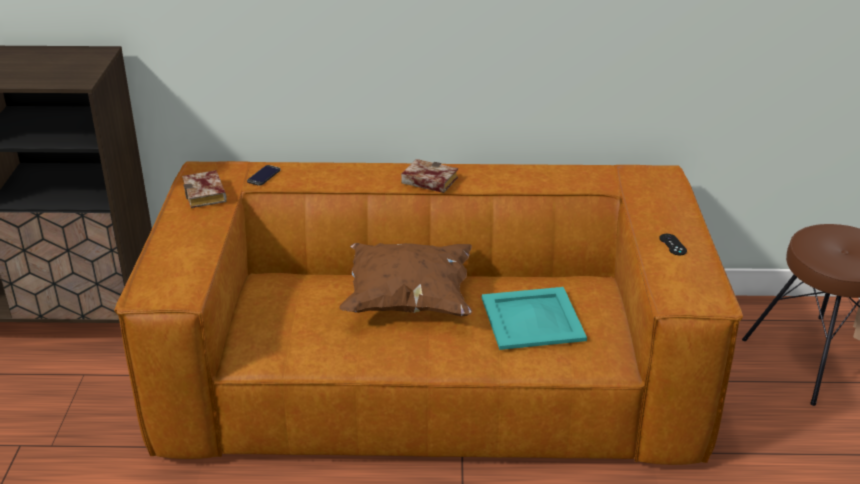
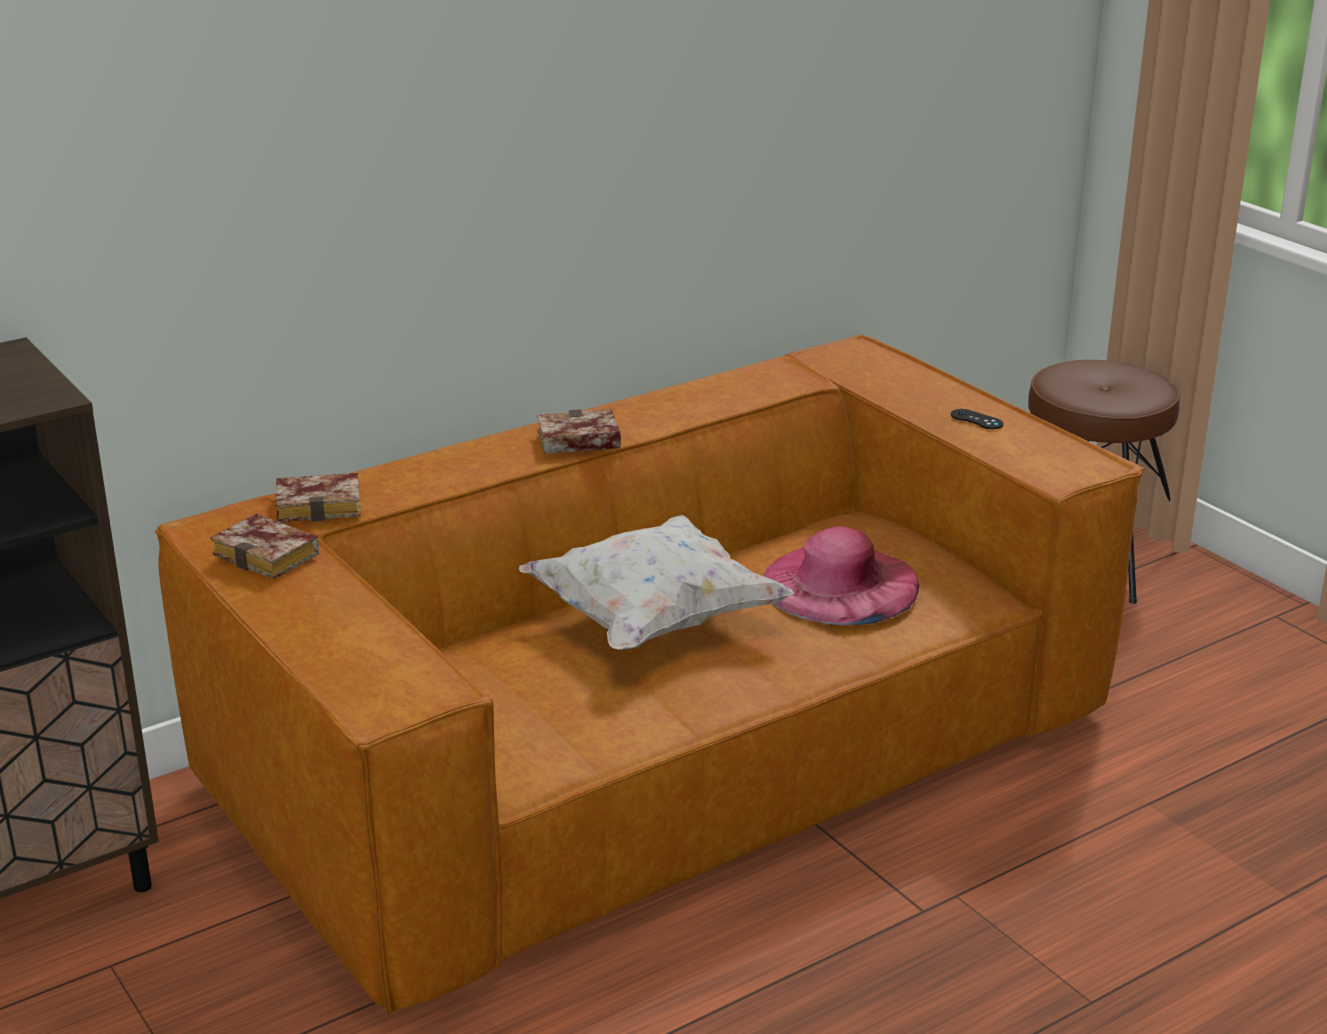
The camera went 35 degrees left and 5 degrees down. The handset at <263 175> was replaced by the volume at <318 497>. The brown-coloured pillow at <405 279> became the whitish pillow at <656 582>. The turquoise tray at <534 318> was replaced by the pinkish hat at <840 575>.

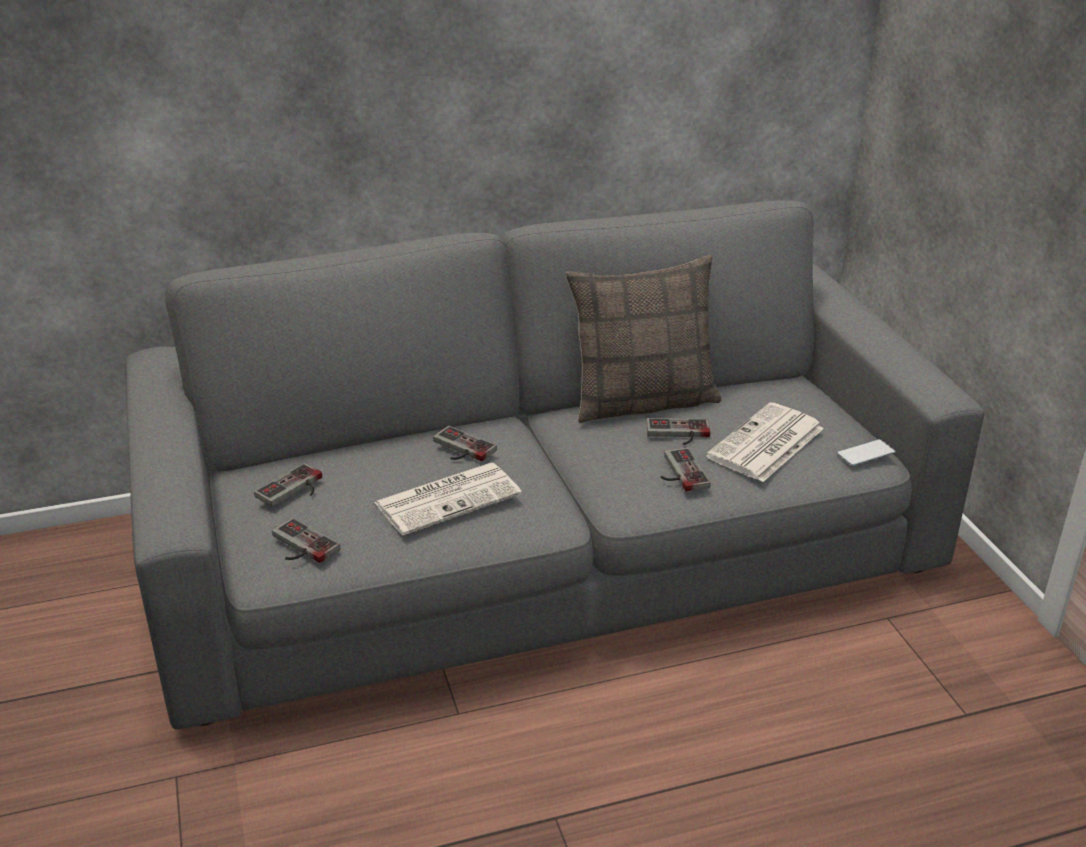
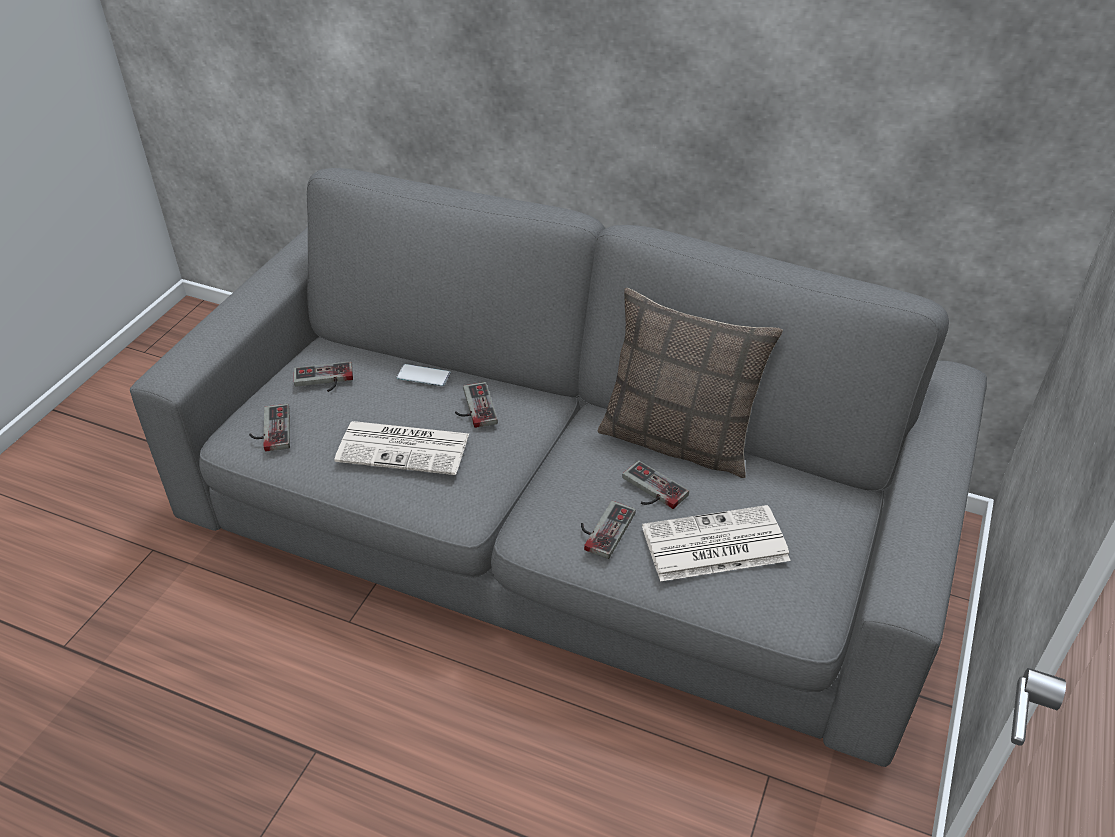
The camera went 40 degrees right and 10 degrees up. The handset moved from <866 452> to <423 375>.

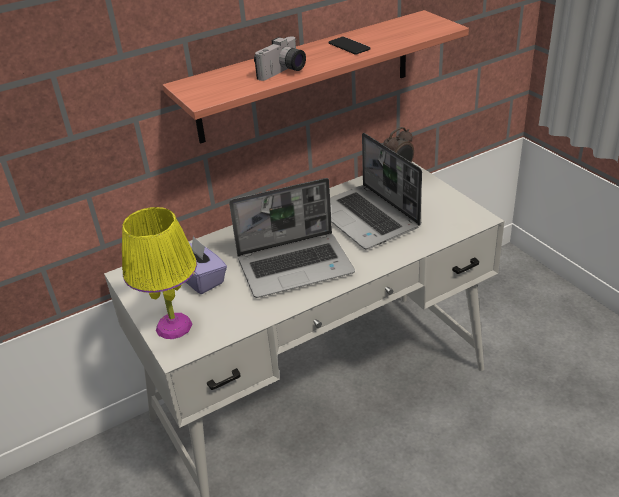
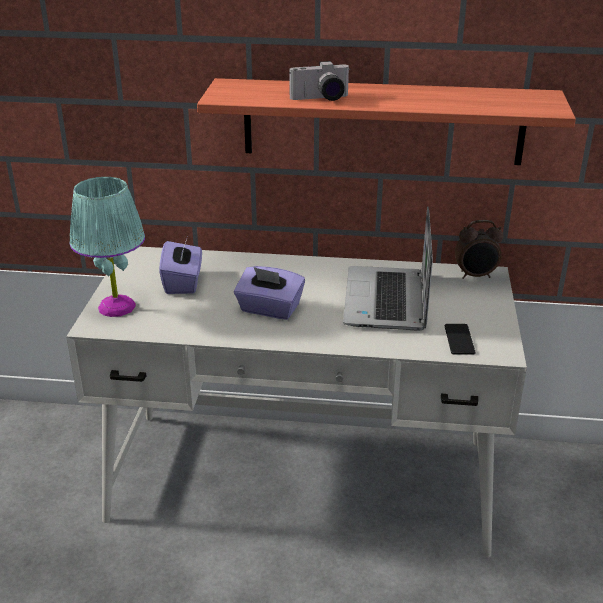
The camera went 35 degrees right and 5 degrees down. The yellow table lamp at <159 273> became the turquoise table lamp at <107 247>. The notebook computer at <292 238> was replaced by the purple-coloured tissue box at <269 293>. The handset moved from <350 46> to <460 339>.

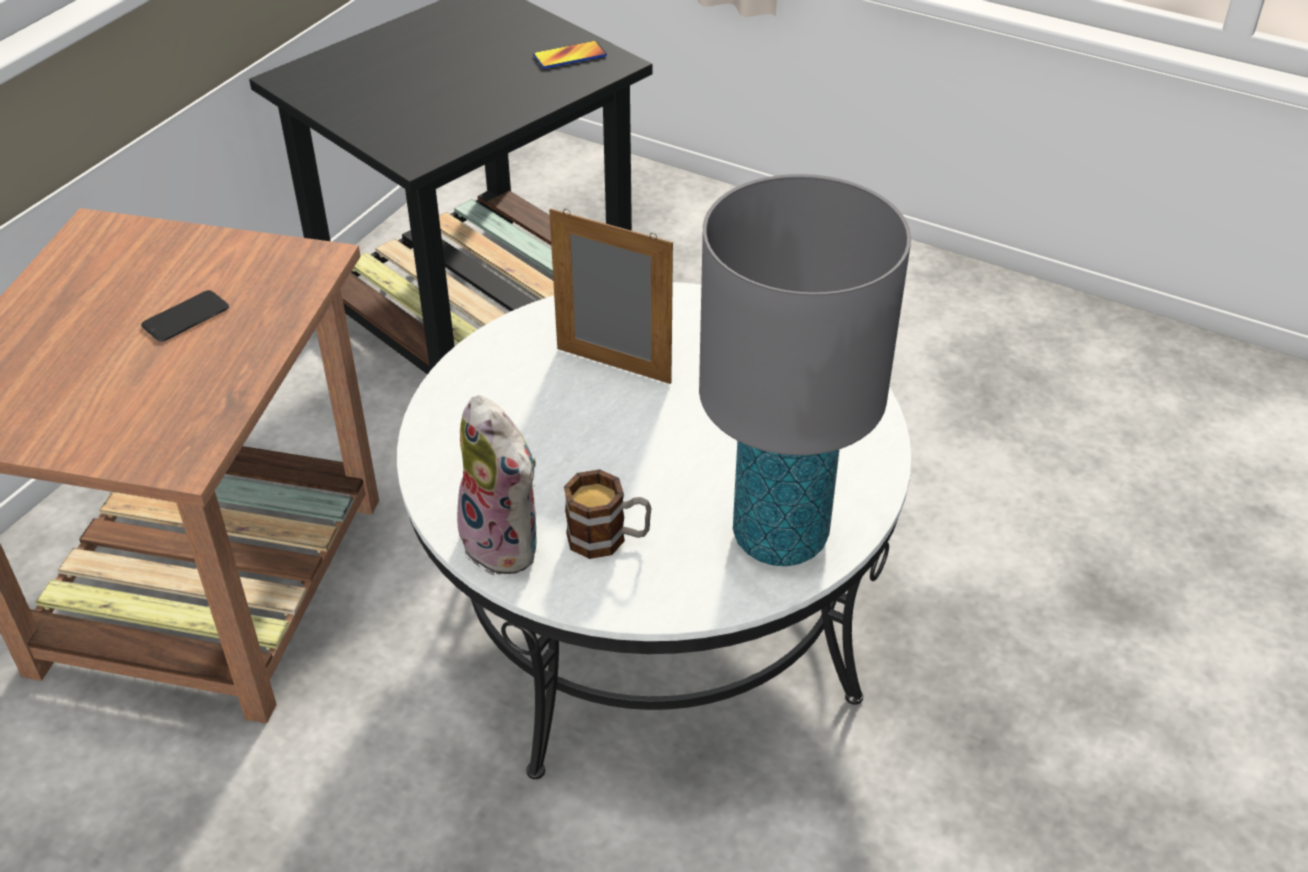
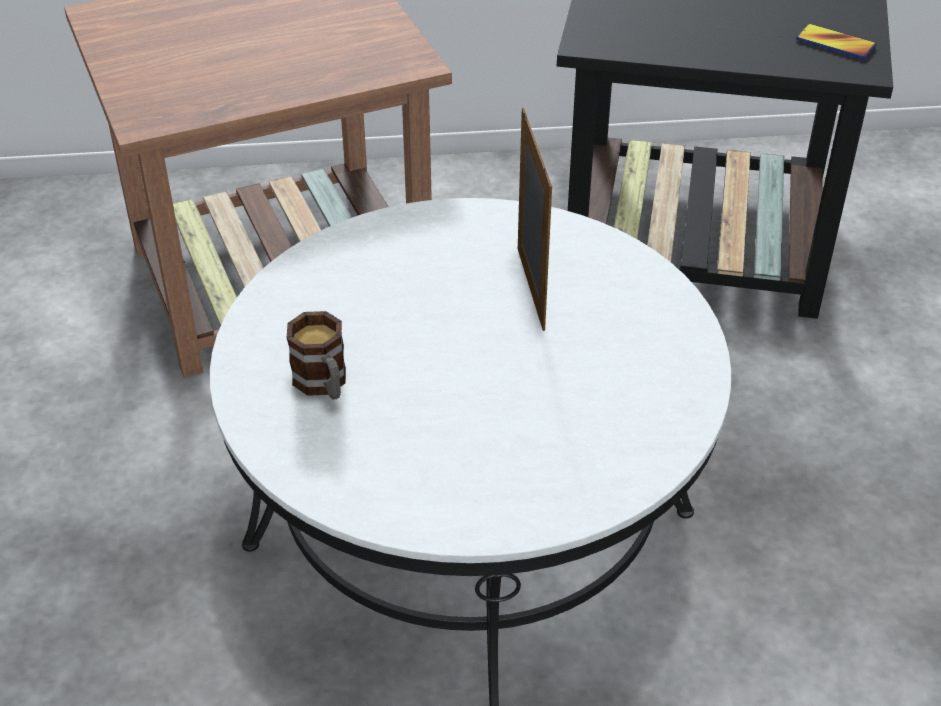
The camera went 55 degrees right and 0 degrees up. The handset at <185 316> disappeared. The cuddly toy at <496 485> disappeared. The grey table lamp at <805 370> disappeared.

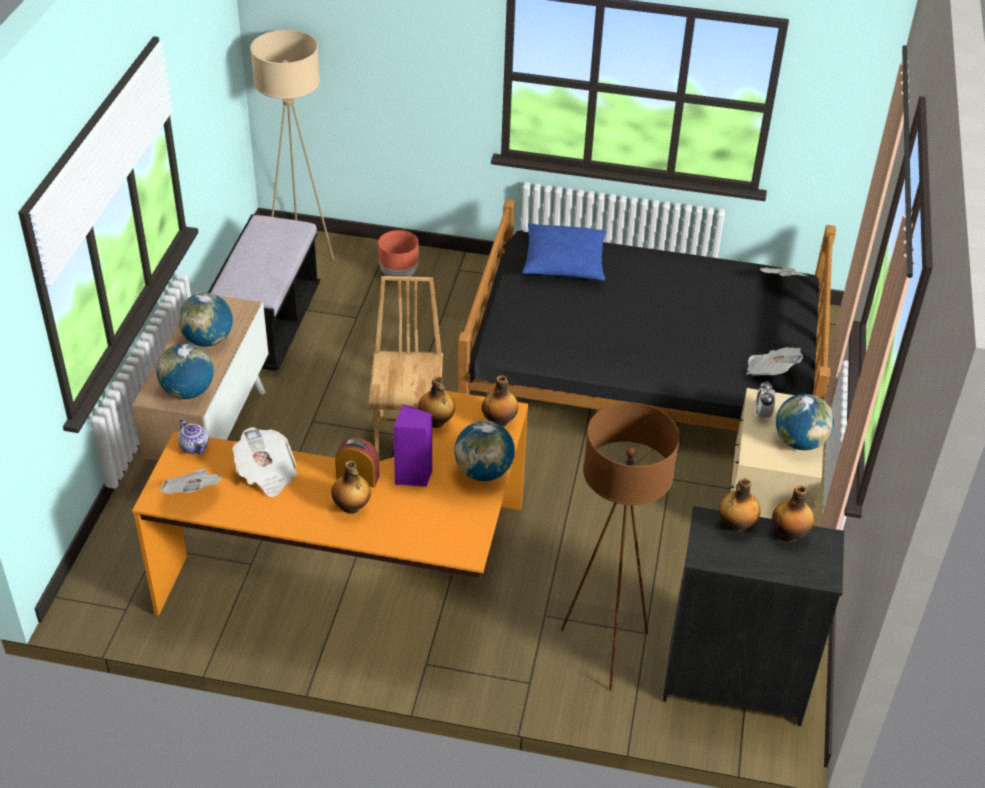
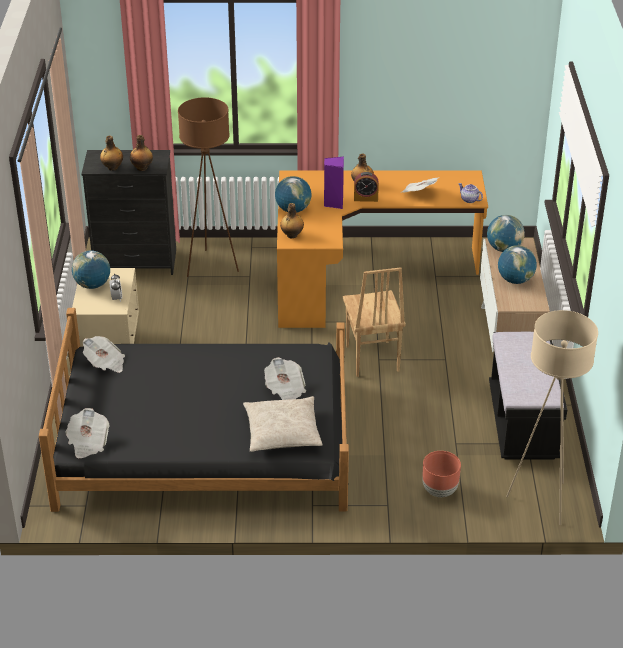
The camera went 170 degrees right and 5 degrees down. The blue pillow at <564 252> became the sand-coloured pillow at <282 424>. The printed paper moved from <191 481> to <285 378>. The beverage bottle at <436 402> disappeared.

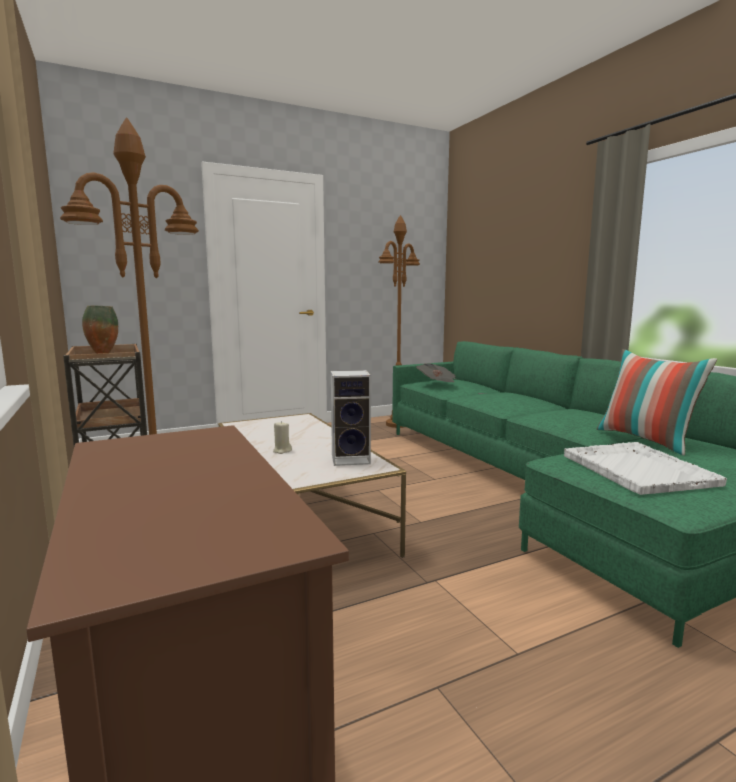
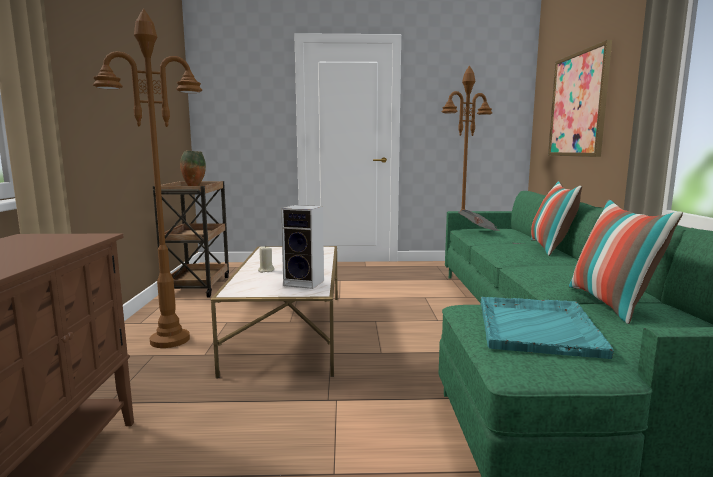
The camera went 25 degrees right and 0 degrees up. The whitish tray at <645 468> became the turquoise tray at <547 328>. The pillow at <556 218> appeared. The picture at <580 98> appeared.

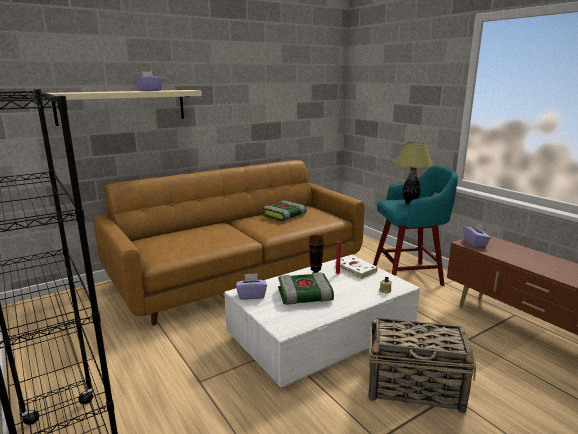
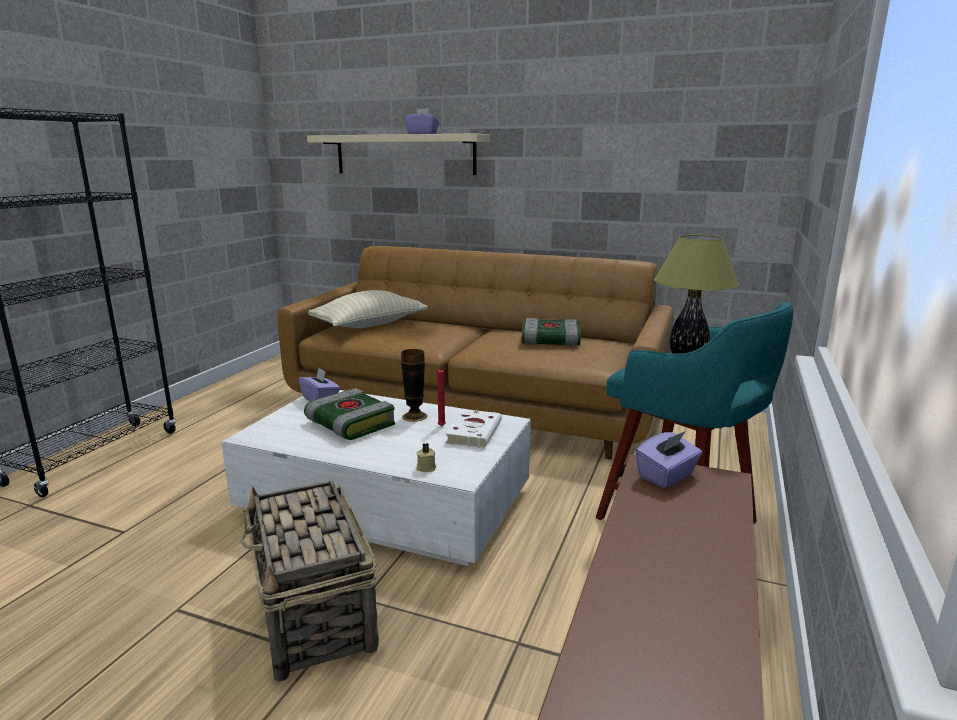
The camera went 55 degrees right and 0 degrees up. The sand-coloured pillow at <368 309> appeared.

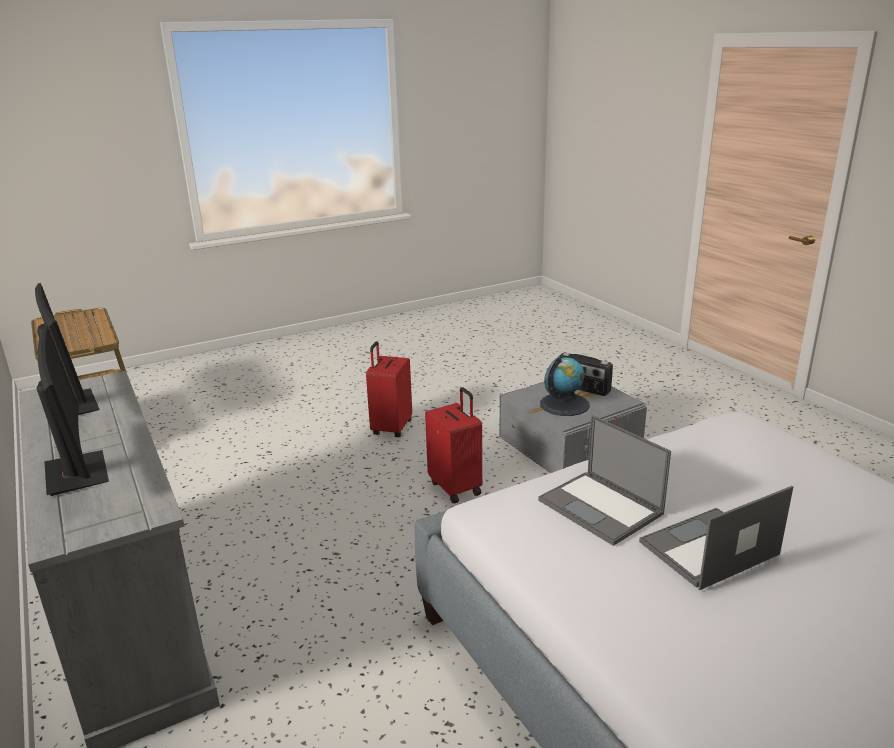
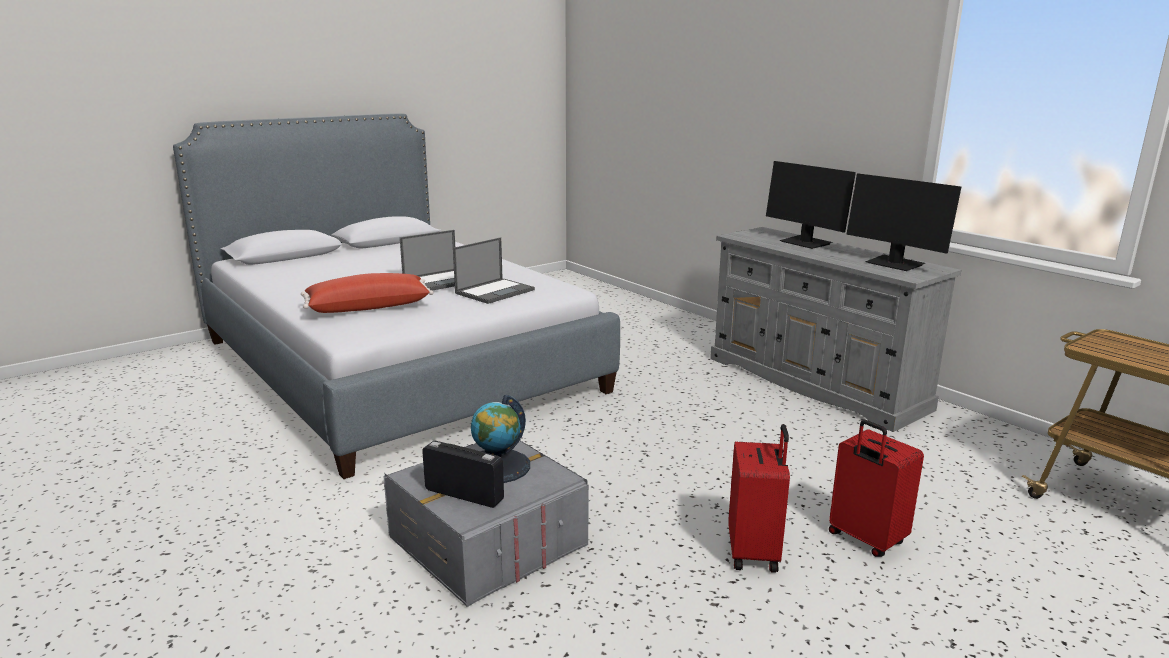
The camera went 170 degrees right and 5 degrees down. The reddish pillow at <367 293> appeared. The notebook computer at <604 480> turned 90 degrees clockwise. The reddish suitcase moved from <453 445> to <876 488>.

